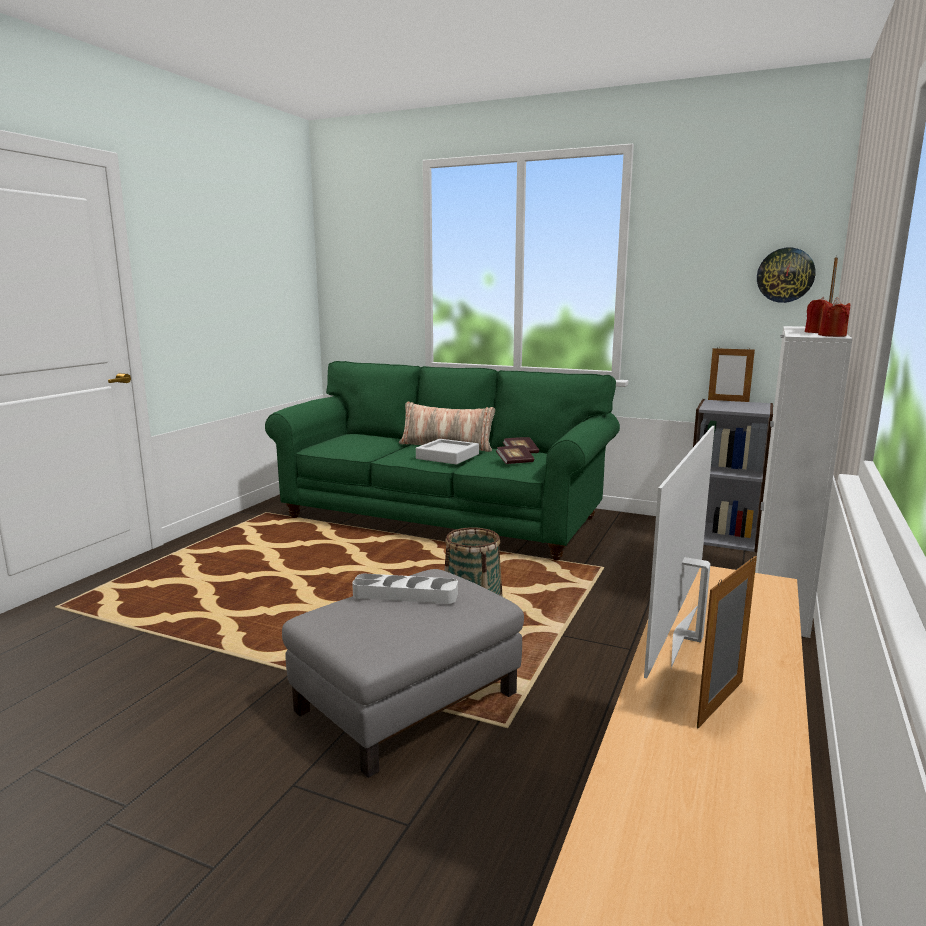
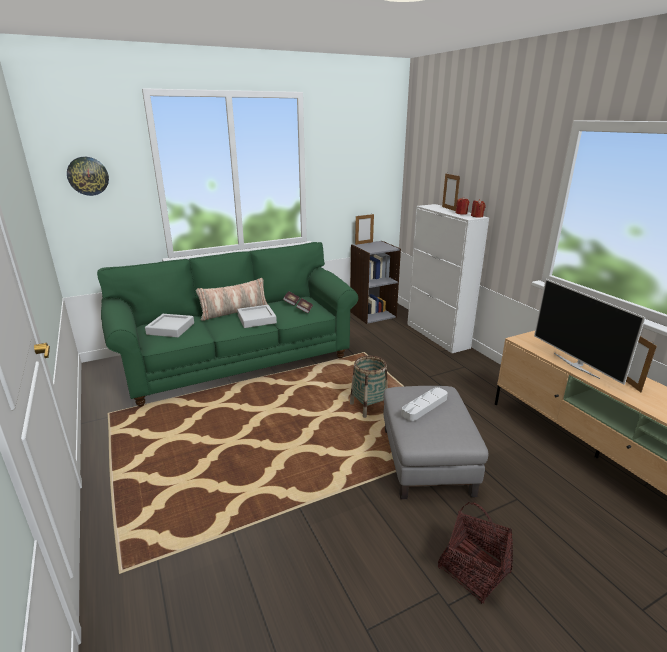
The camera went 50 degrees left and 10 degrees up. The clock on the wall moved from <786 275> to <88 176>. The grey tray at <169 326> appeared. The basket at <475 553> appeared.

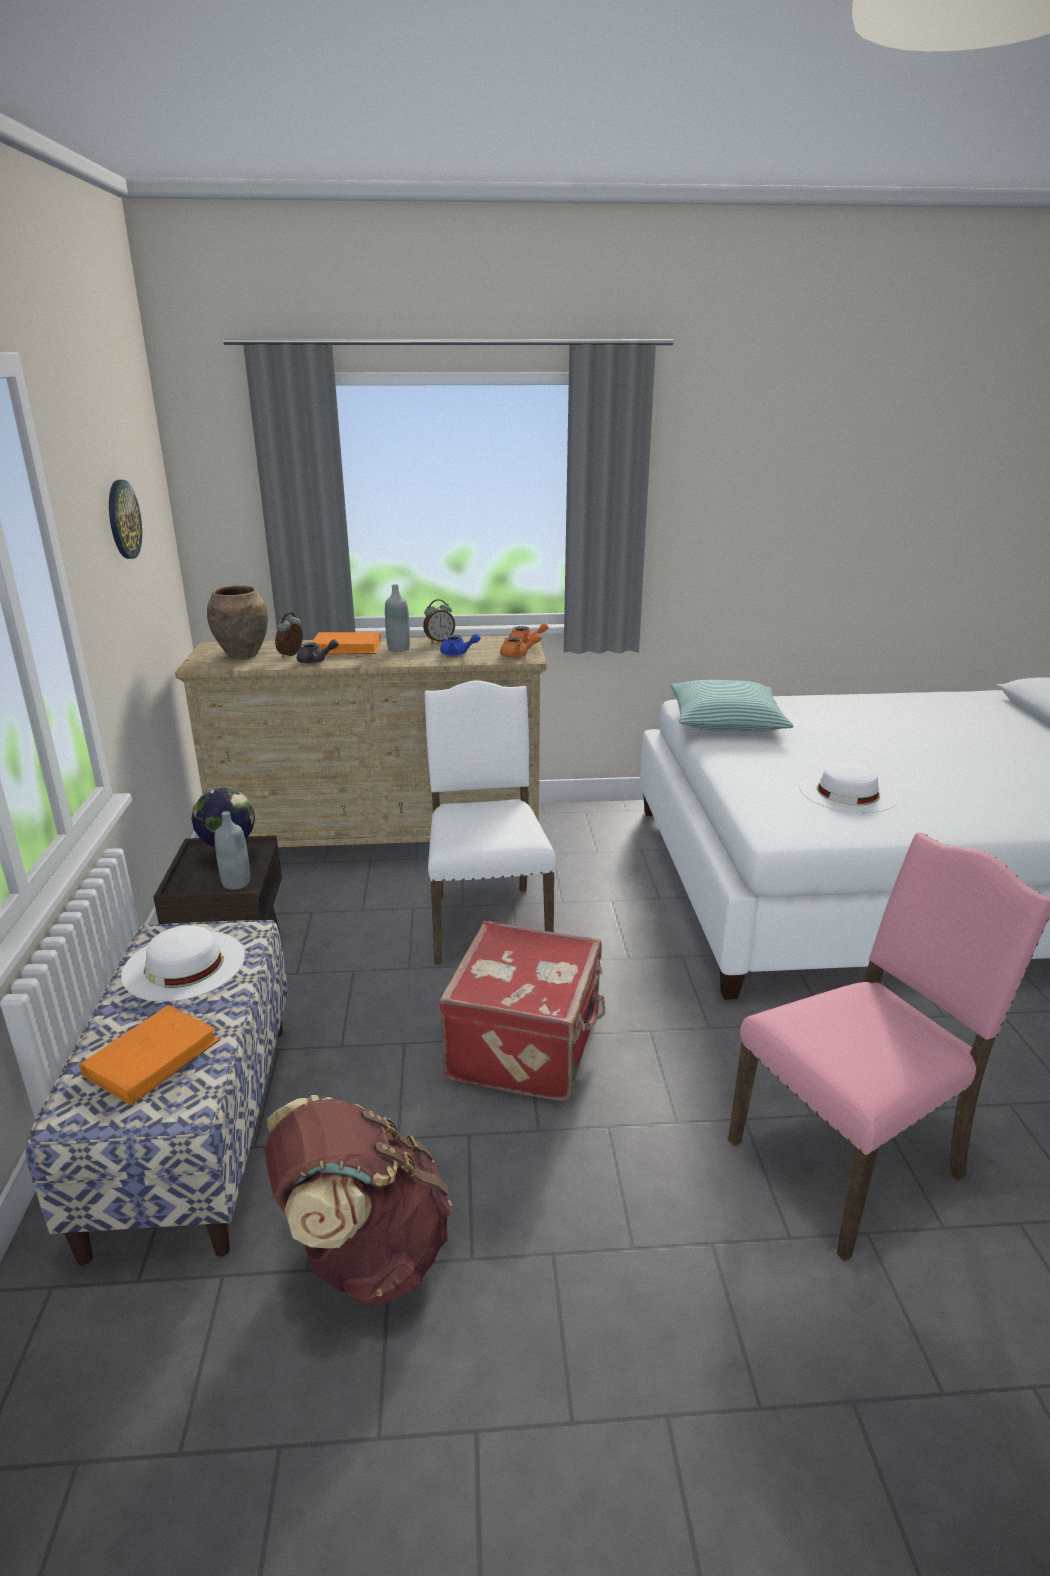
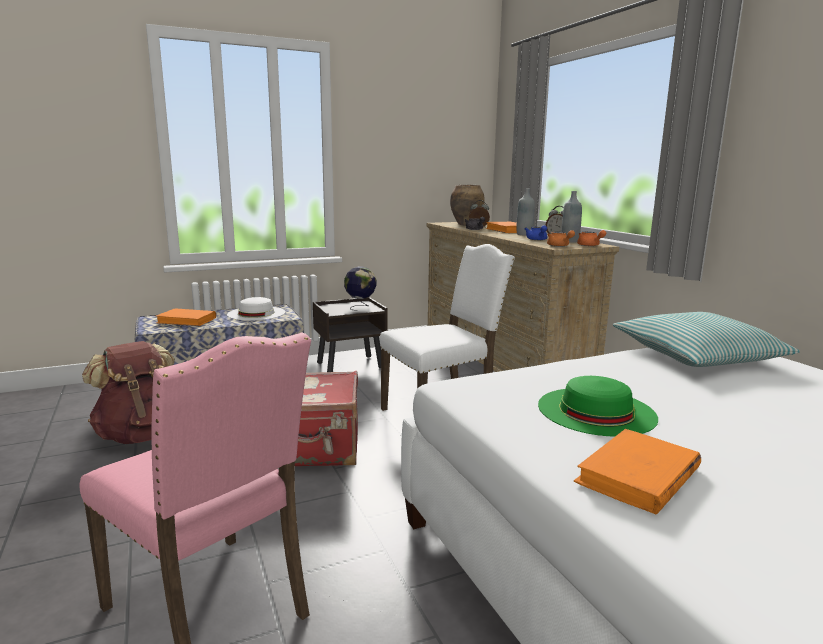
The camera went 70 degrees right and 10 degrees down. The whitish hat at <848 788> became the green-coloured hat at <598 406>. The grey beverage bottle moved from <232 850> to <571 216>. The orange-coloured volume at <637 472> appeared. The clock on the wall at <125 519> disappeared.

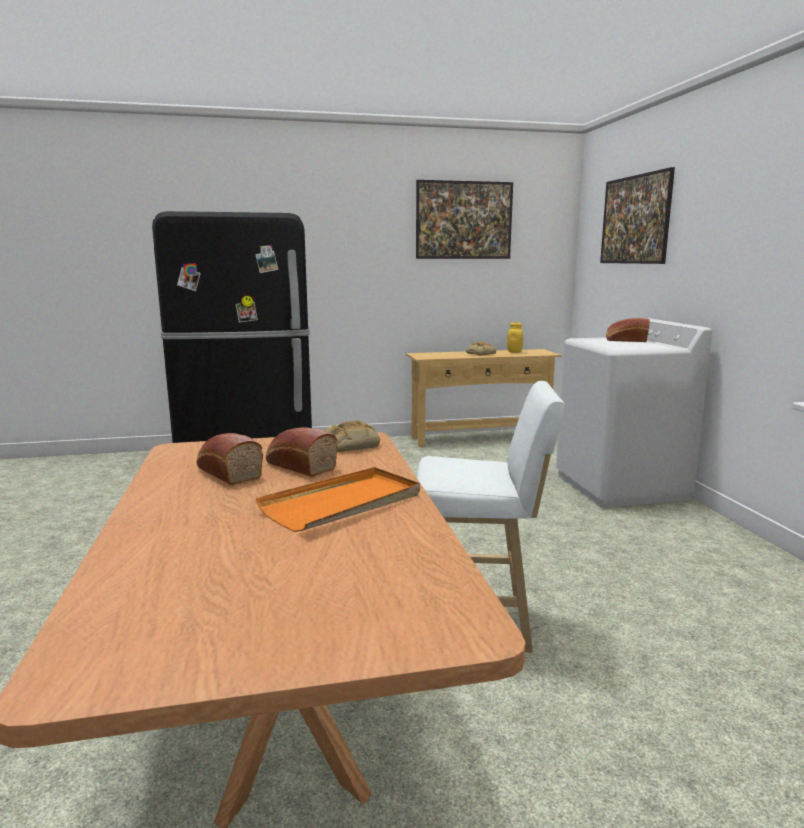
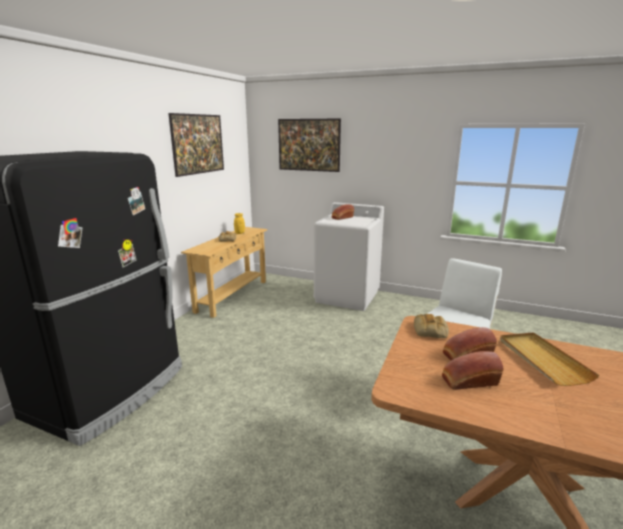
The camera went 55 degrees left and 5 degrees up. The orange-coloured tray at <338 499> became the sand-coloured tray at <550 359>.

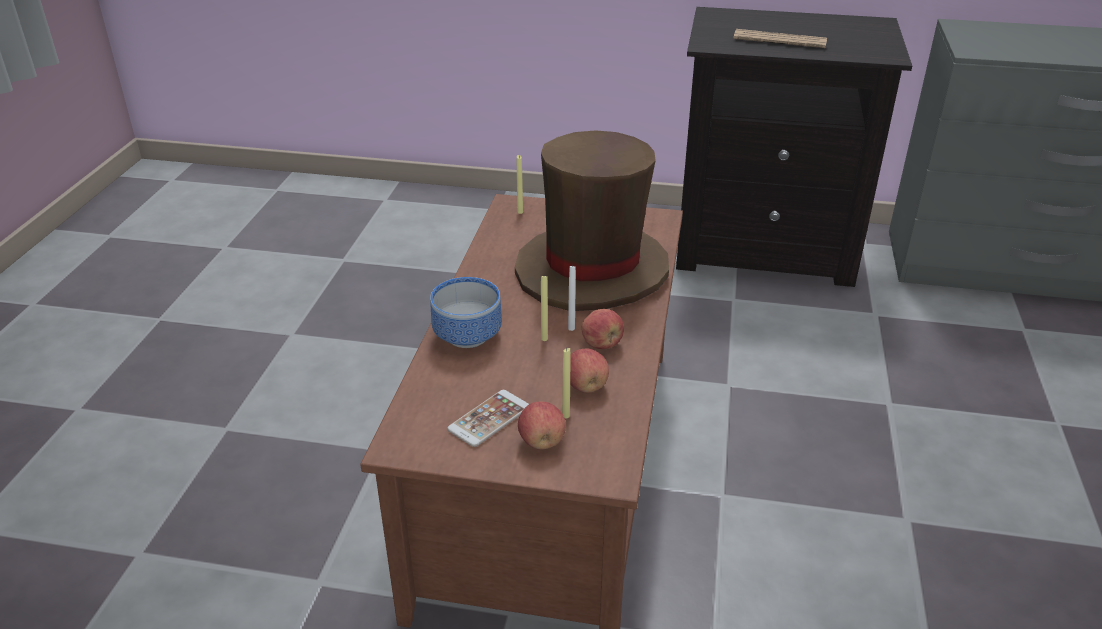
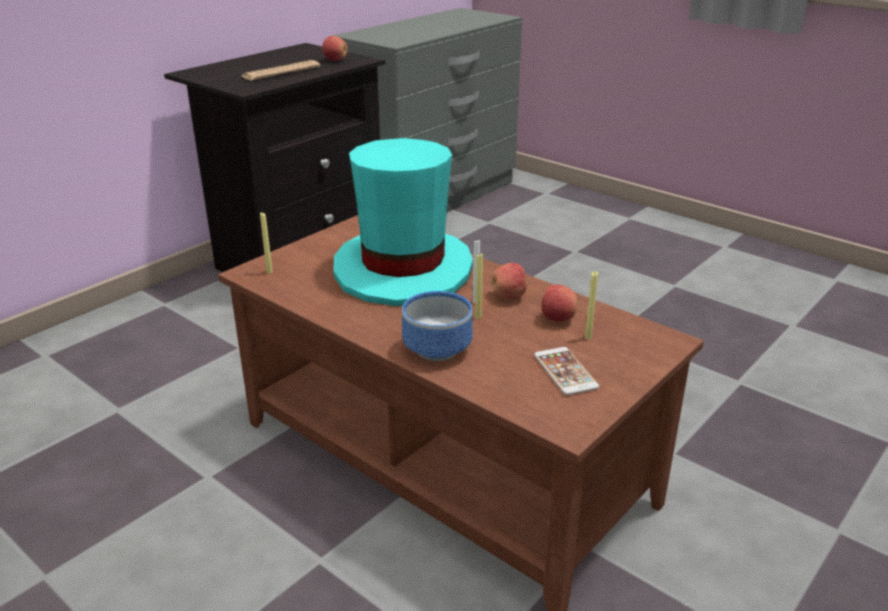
The camera went 60 degrees left and 5 degrees down. The whole apple moved from <542 426> to <335 48>. The brown-coloured hat at <592 220> became the turquoise hat at <403 222>.

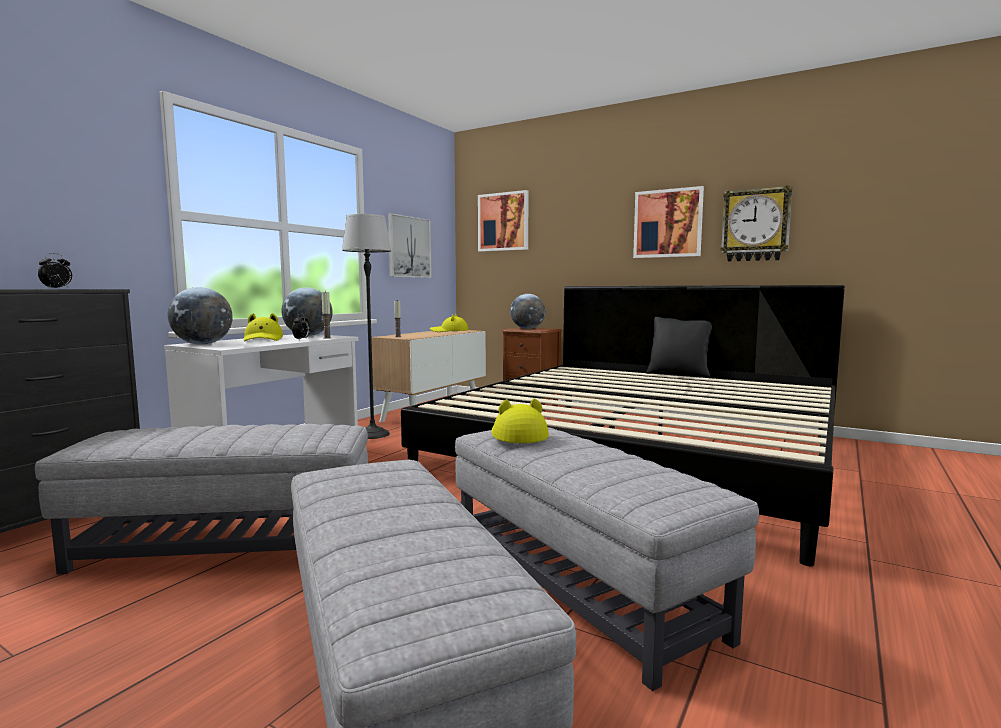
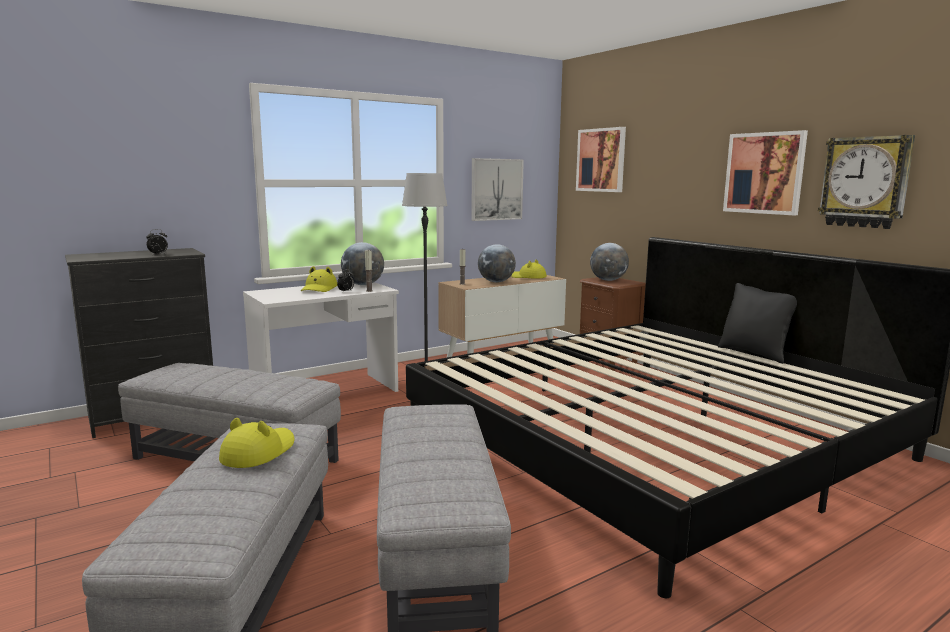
The camera went 25 degrees right and 5 degrees up. The yellow hat moved from <520 420> to <257 443>. The world globe moved from <200 316> to <497 263>.

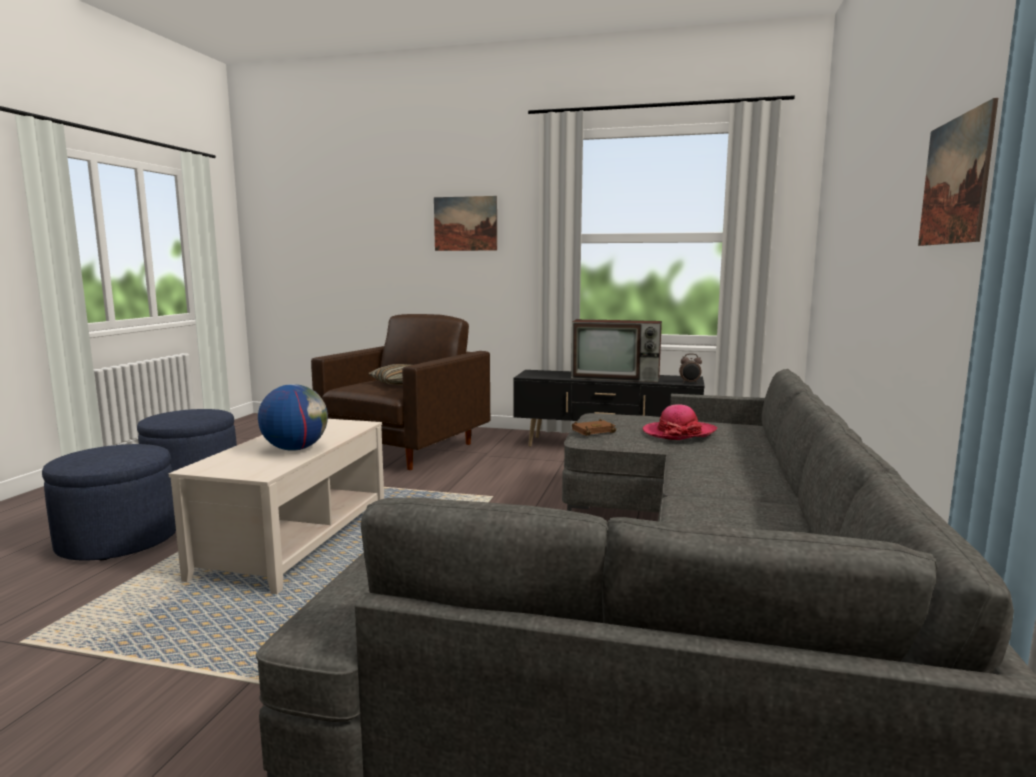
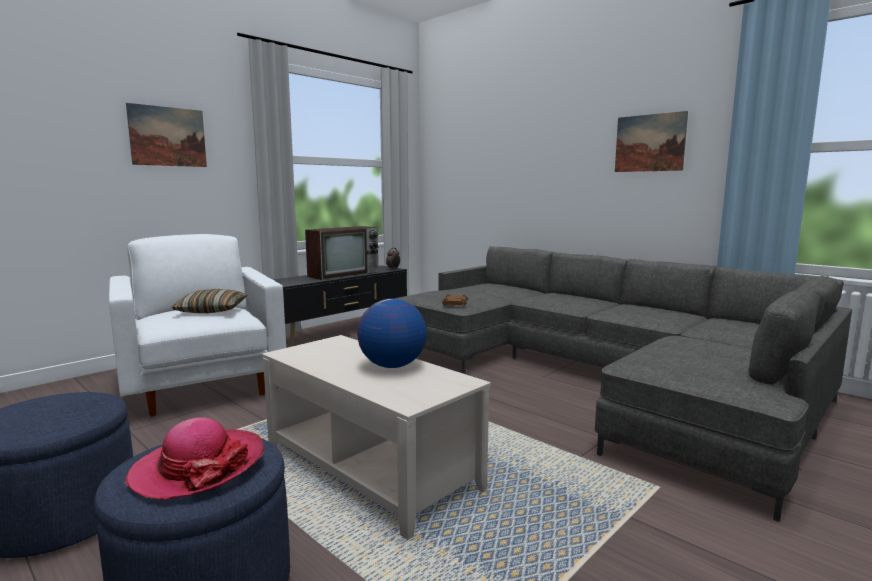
The camera went 60 degrees left and 0 degrees up. The brown-coloured armchair at <401 392> became the whitish armchair at <197 325>. The hat moved from <680 422> to <194 458>.

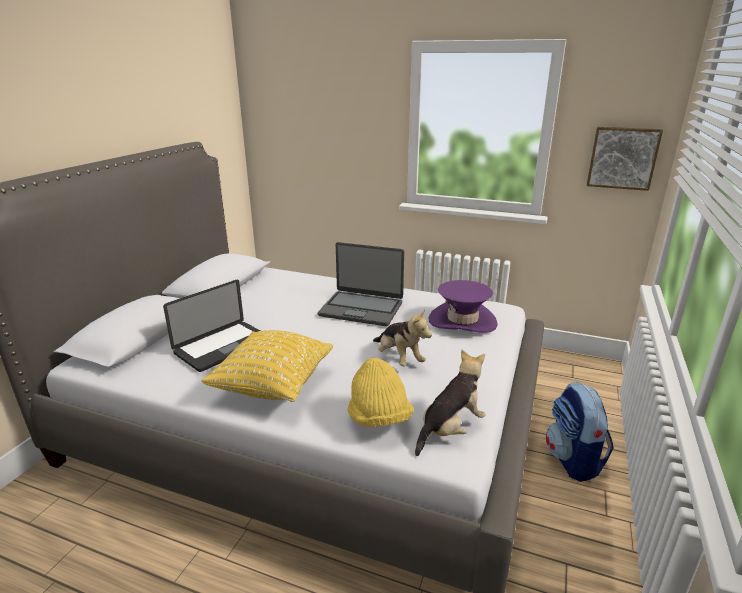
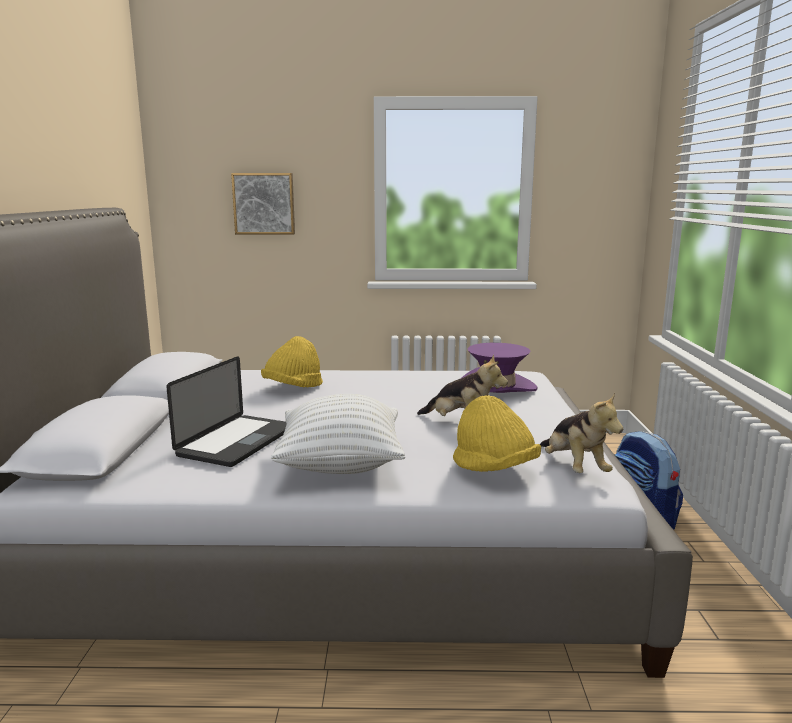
The camera went 20 degrees left and 10 degrees down. The picture moved from <625 159> to <263 204>. The yellow hat at <292 361> appeared. The yellow pillow at <267 366> became the whitish pillow at <338 434>. The cuddly toy at <450 403> turned 135 degrees clockwise. The notebook computer at <361 284> disappeared.

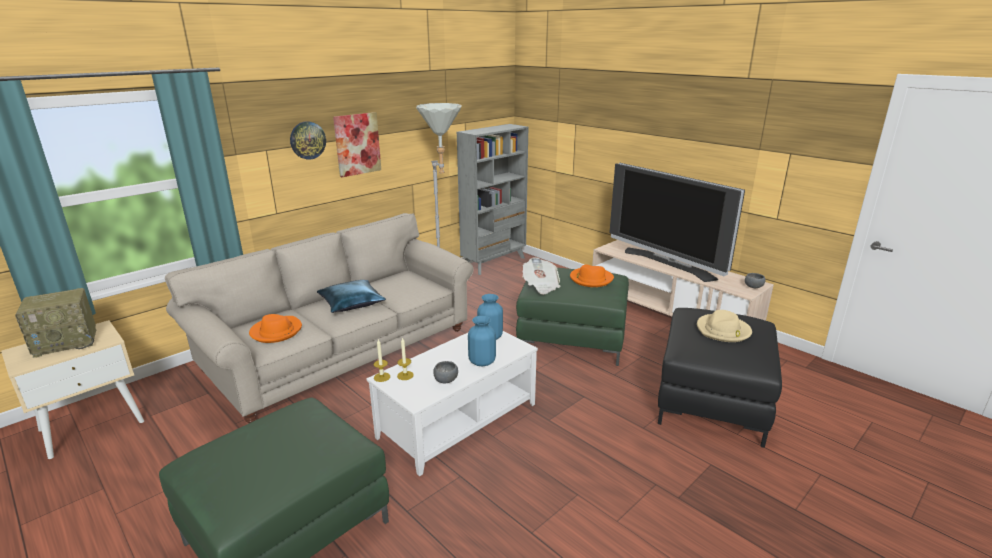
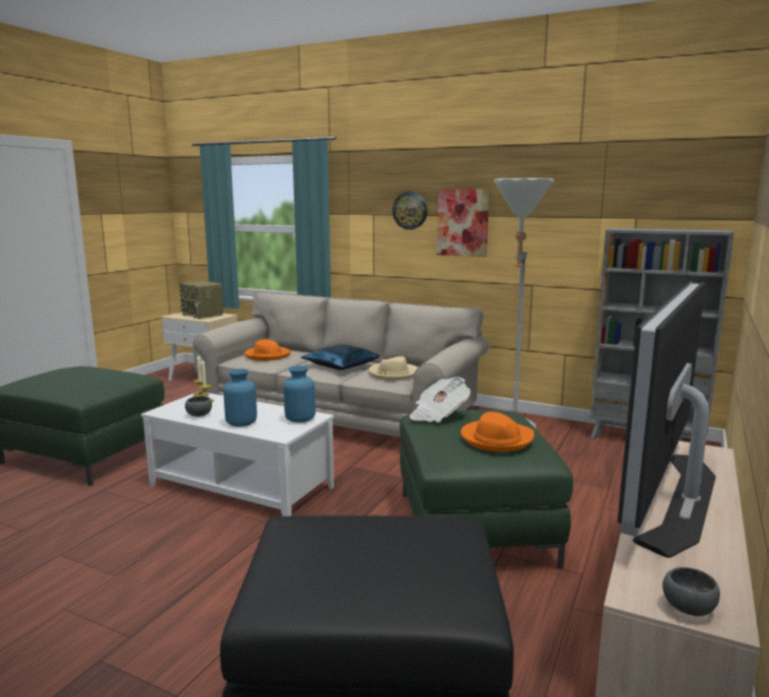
The camera went 70 degrees right and 10 degrees down. The sand-coloured hat moved from <724 326> to <393 368>.

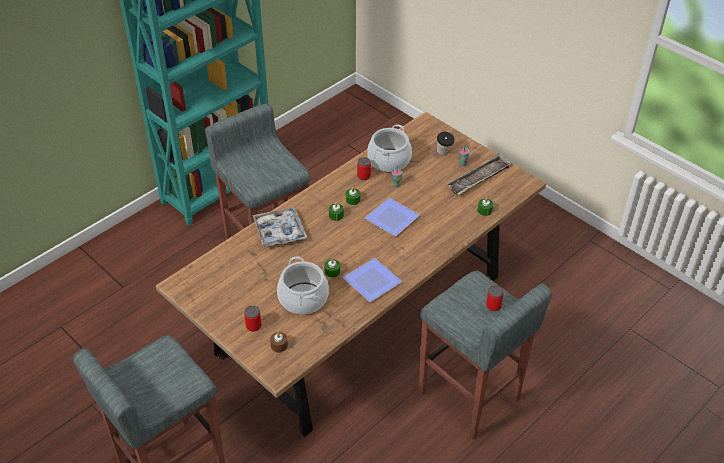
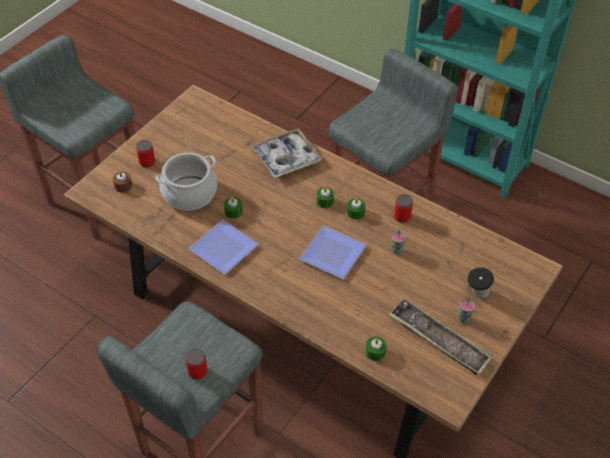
The camera went 80 degrees right and 5 degrees up. The stockpot at <389 148> disappeared.

